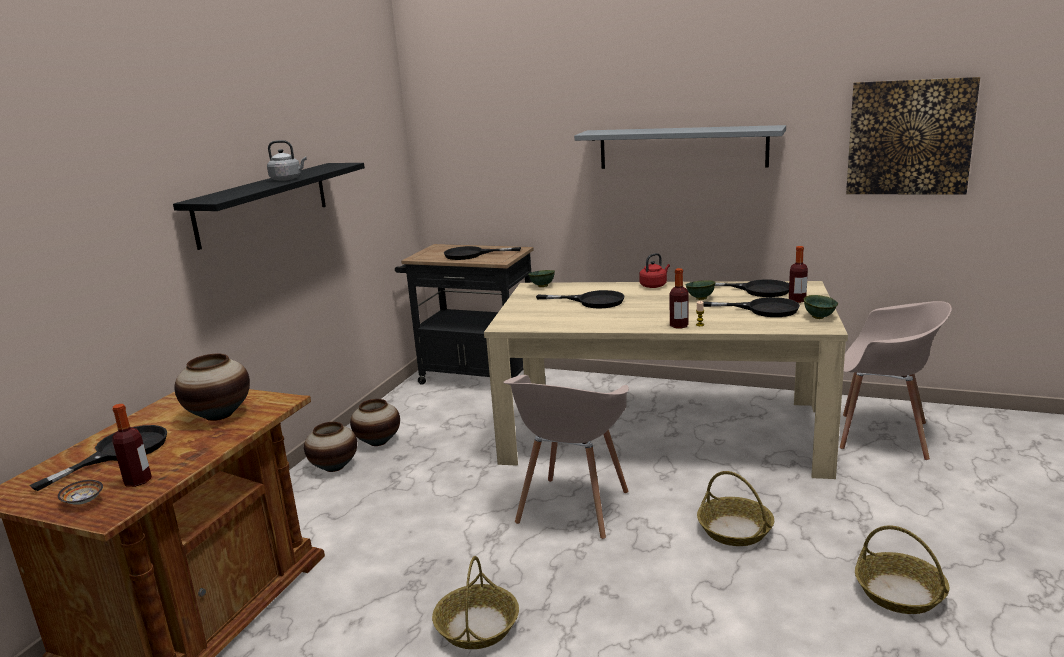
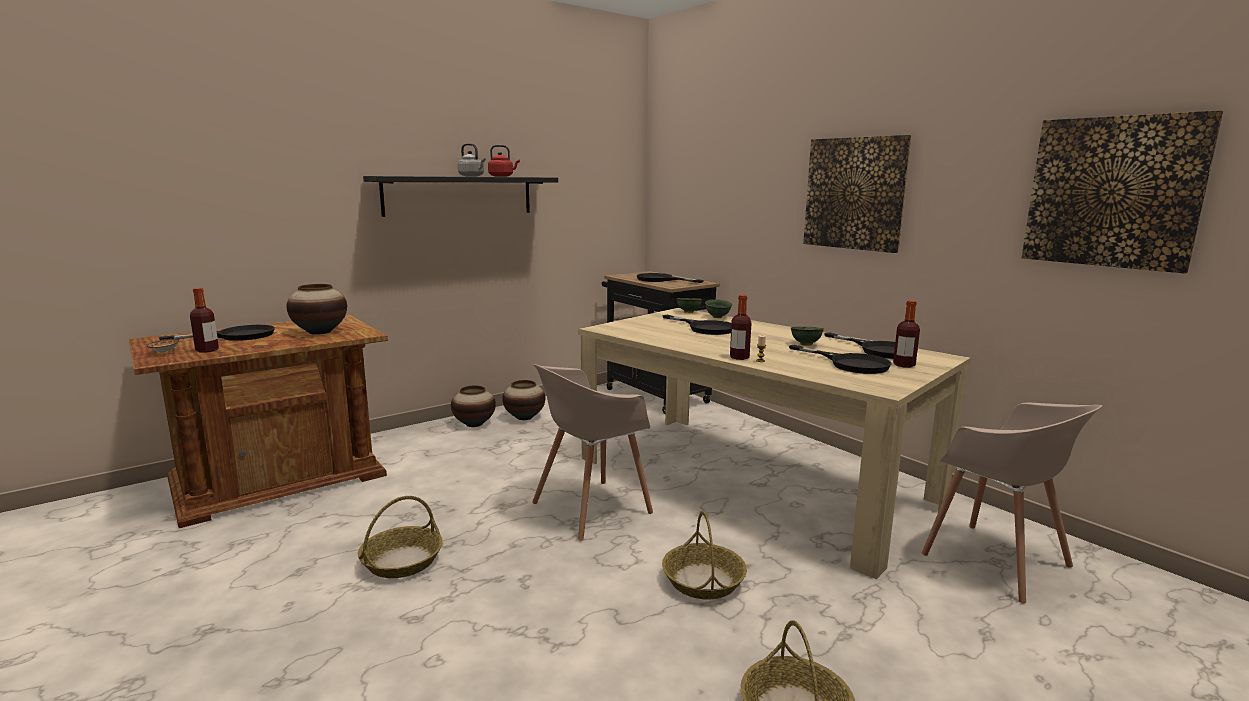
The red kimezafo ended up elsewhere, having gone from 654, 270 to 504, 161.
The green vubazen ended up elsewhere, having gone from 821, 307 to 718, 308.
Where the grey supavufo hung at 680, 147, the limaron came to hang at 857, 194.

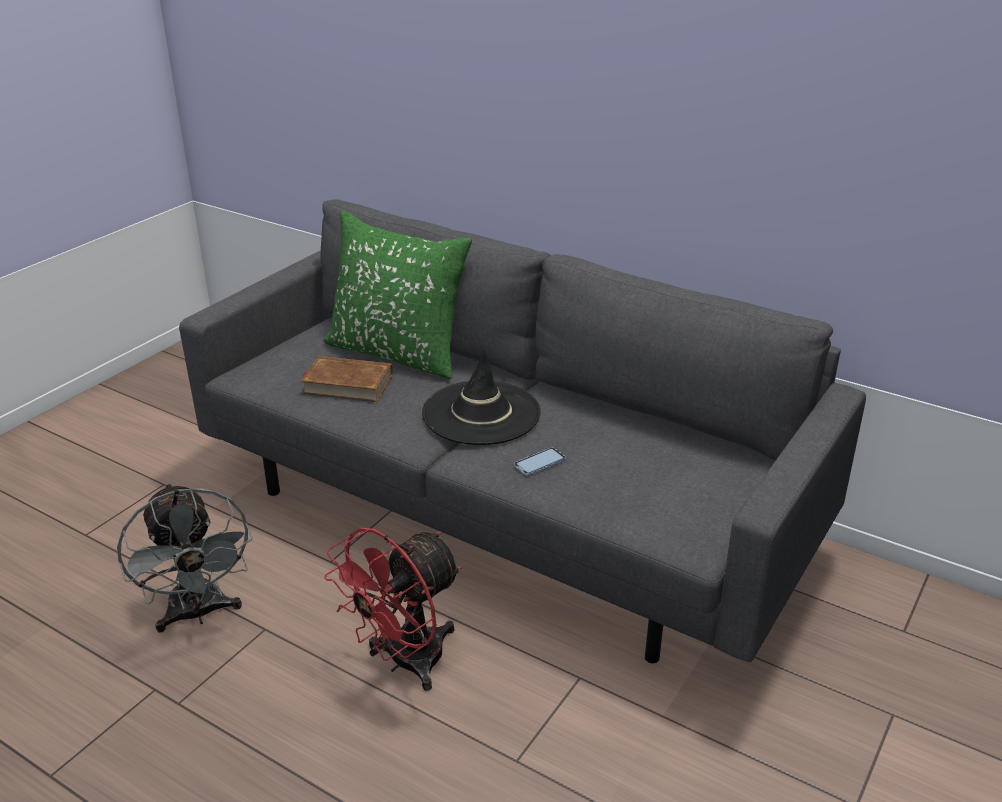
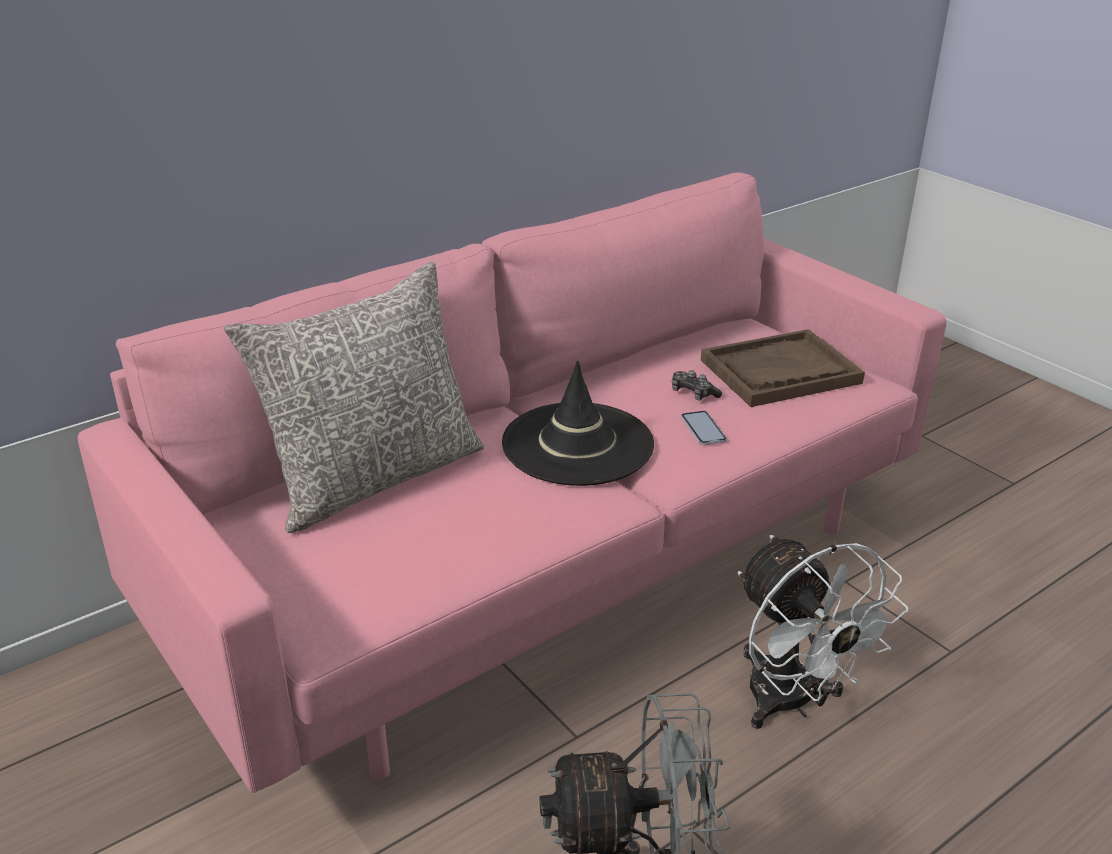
The second view lost the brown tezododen at 347, 379.
The second view gained the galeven at 697, 385.
The second view gained the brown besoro at 783, 368.
What was the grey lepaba at 522, 431 turned into the pink lepaba at 512, 482.
What was the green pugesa at 397, 294 turned into the grey pugesa at 354, 397.
What was the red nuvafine at 393, 609 turned into the white nuvafine at 823, 632.

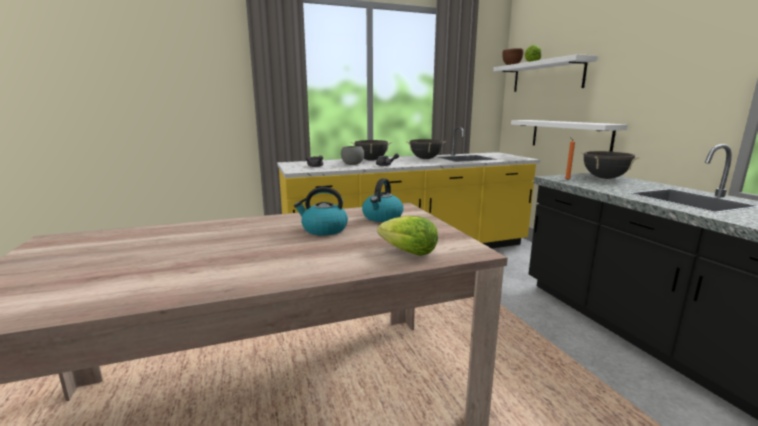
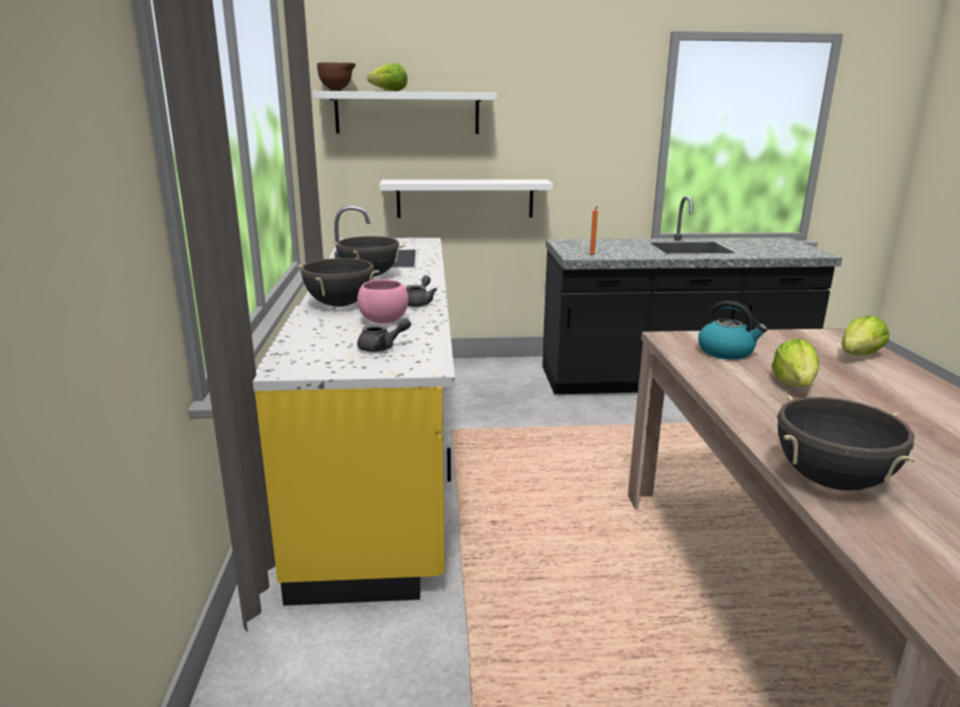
The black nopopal ended up elsewhere, having gone from 610, 165 to 846, 442.
Where the kimezafo stood at 321, 211, the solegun came to stand at 795, 362.
What was the grey vubazen at 352, 155 turned into the pink vubazen at 383, 301.

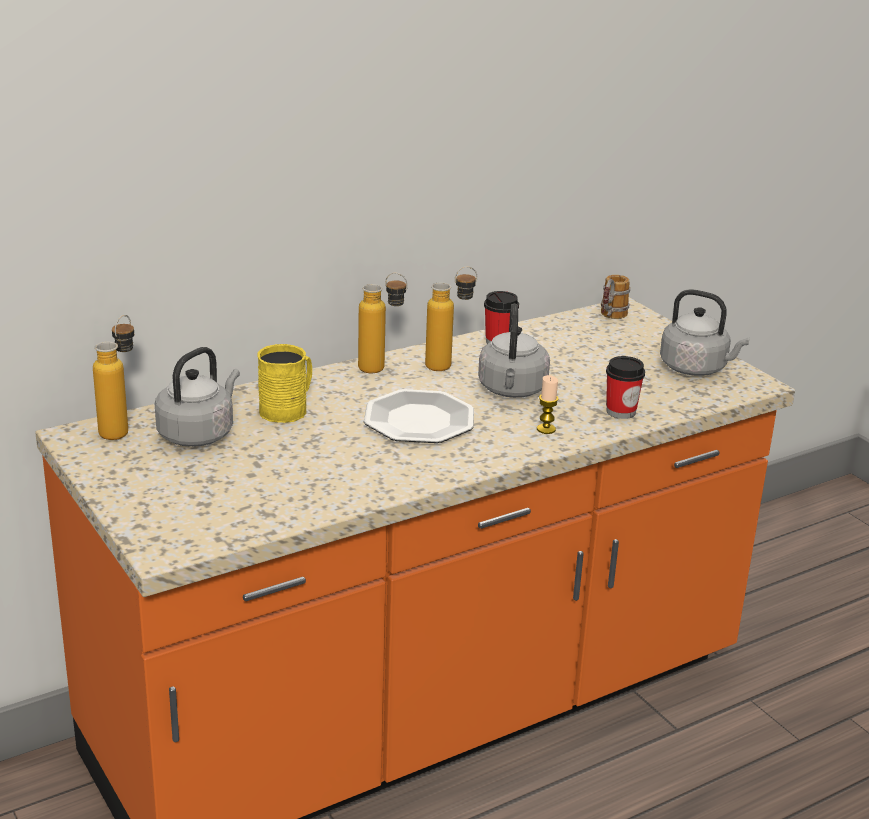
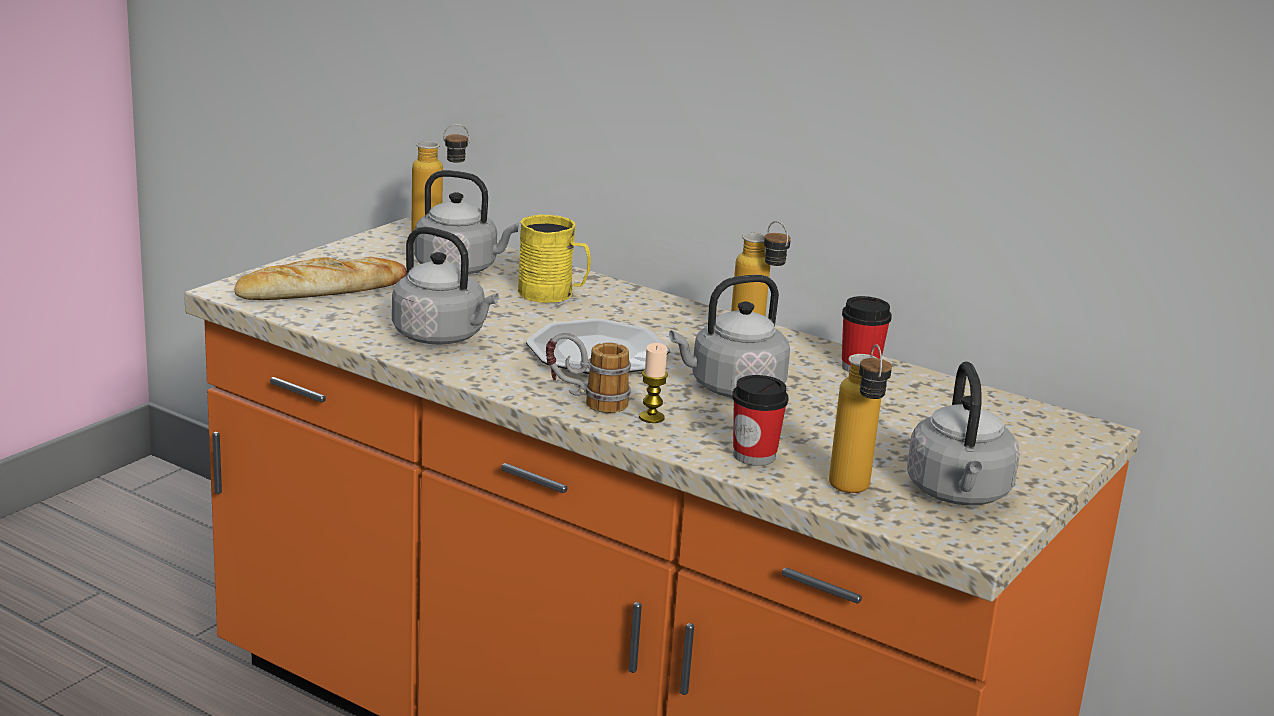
The second view gained the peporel at 320, 278.
The second view gained the grey kimezafo at 445, 286.
The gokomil ended up elsewhere, having gone from 383, 322 to 860, 418.
The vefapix ended up elsewhere, having gone from 615, 297 to 588, 373.

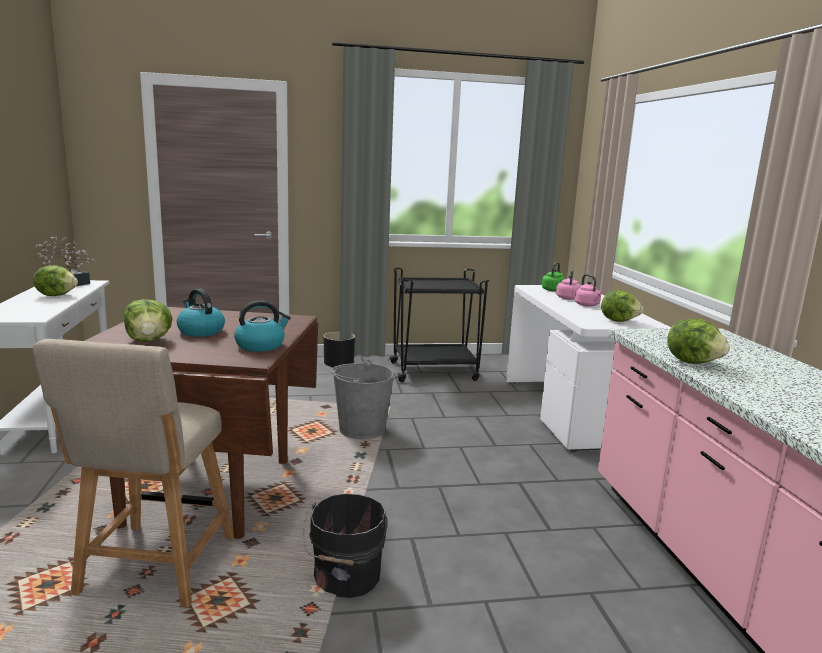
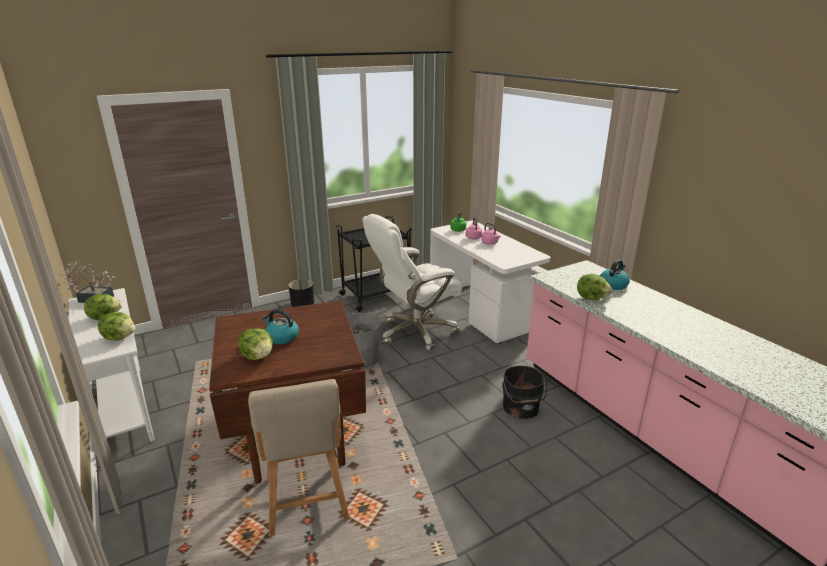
The second view gained the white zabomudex at 412, 282.
The kimezafo ended up elsewhere, having gone from 262, 326 to 615, 275.
The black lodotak ended up elsewhere, having gone from 345, 545 to 524, 392.
The solegun ended up elsewhere, having gone from 622, 306 to 116, 326.

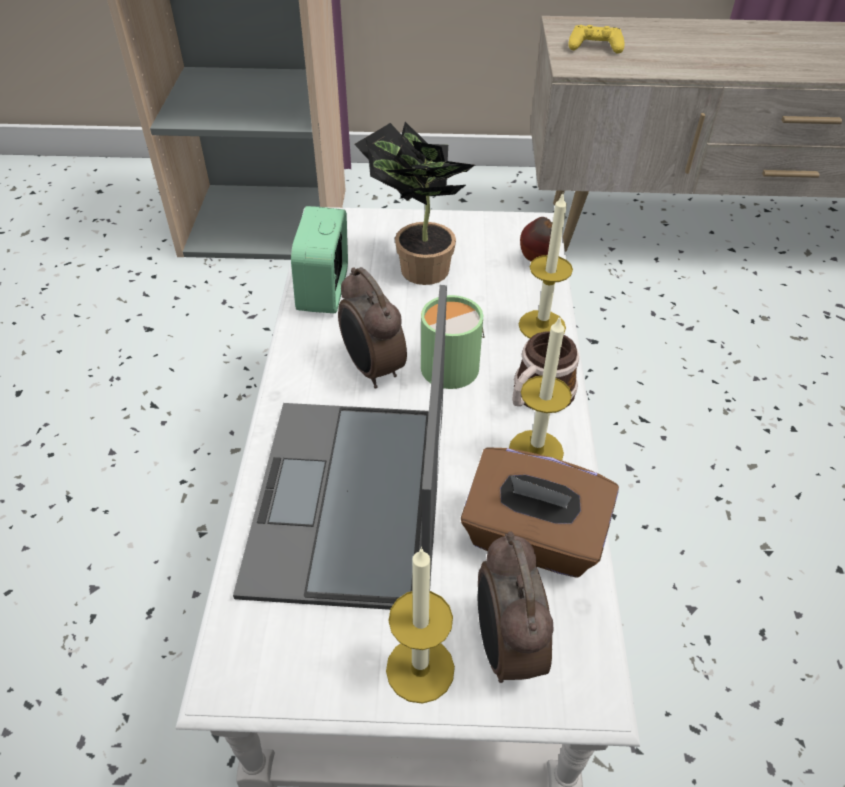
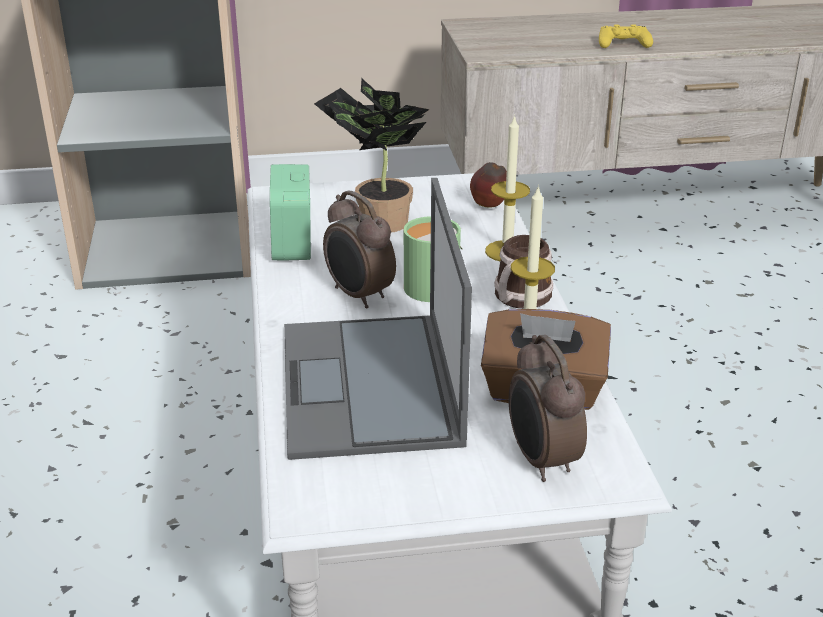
The second view lost the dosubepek at 420, 625.
The yellow galeven ended up elsewhere, having gone from 596, 39 to 626, 36.

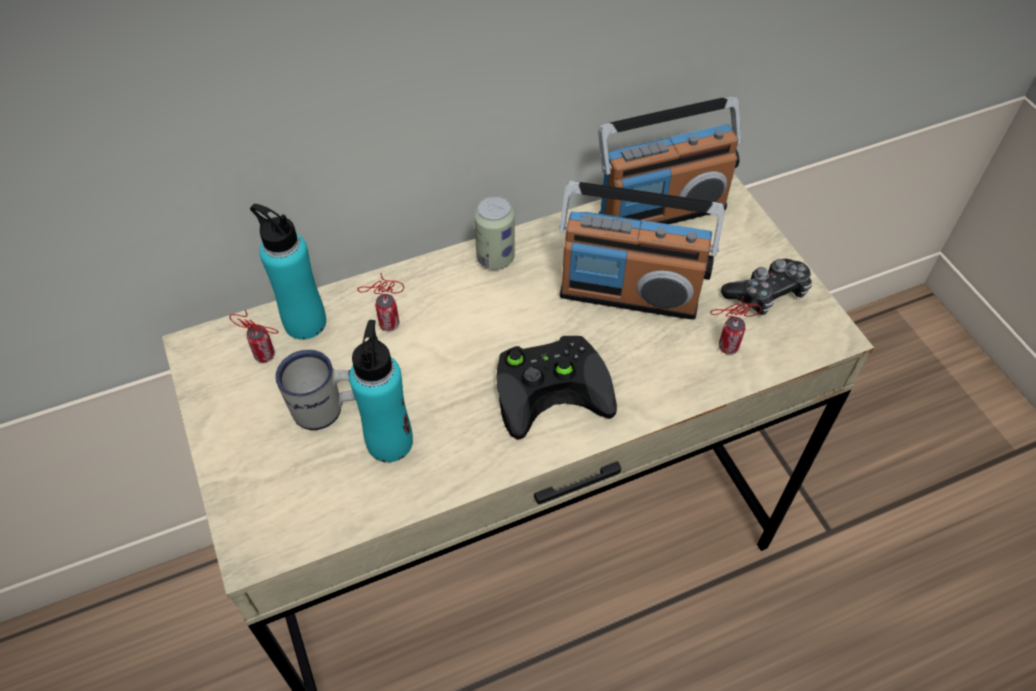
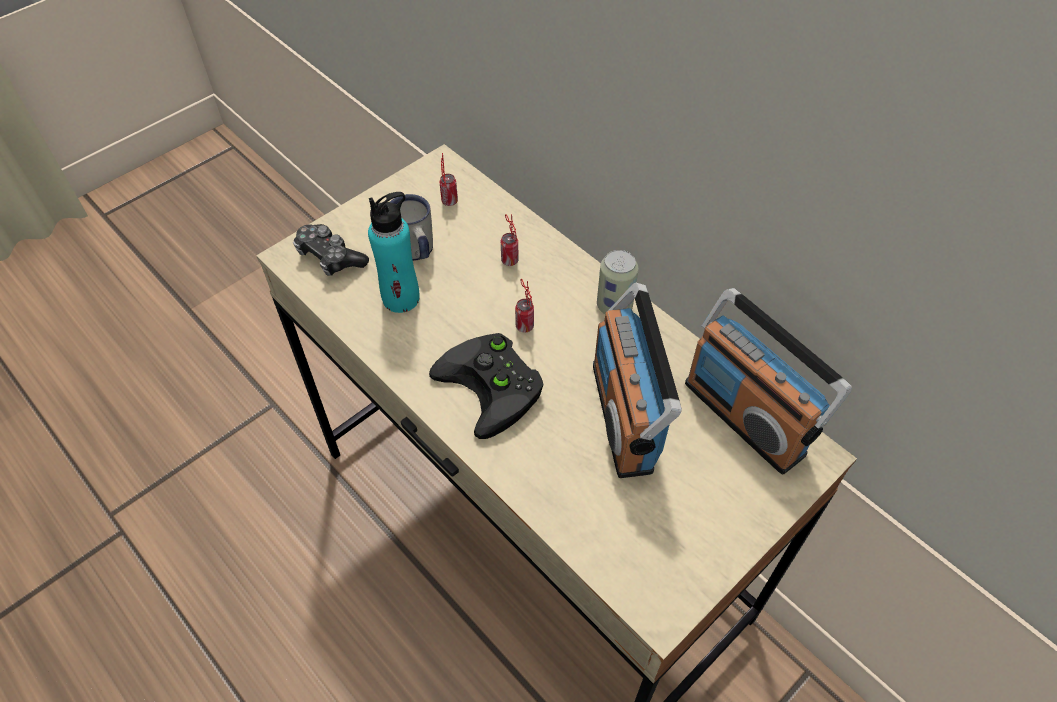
The second view lost the turquoise gokomil at 288, 272.
The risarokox ended up elsewhere, having gone from 735, 325 to 524, 306.
The galeven ended up elsewhere, having gone from 766, 287 to 331, 250.

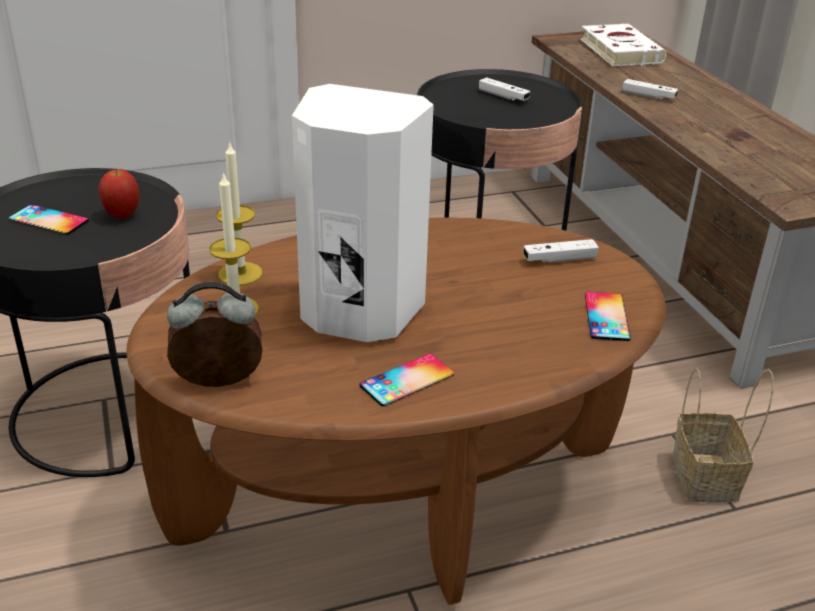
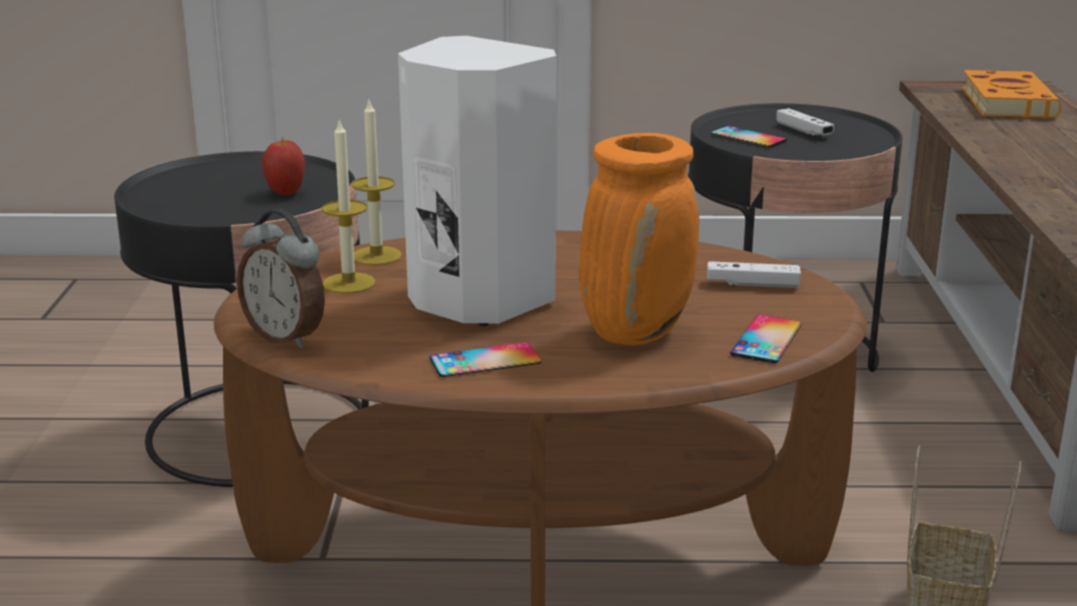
The second view lost the white galeven at 650, 89.
The second view gained the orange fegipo at 639, 239.
The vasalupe ended up elsewhere, having gone from 49, 219 to 749, 137.
What was the white tezododen at 623, 45 turned into the orange tezododen at 1011, 94.
The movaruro at 214, 334 ended up facing another way, 150 degrees counterclockwise from before.

